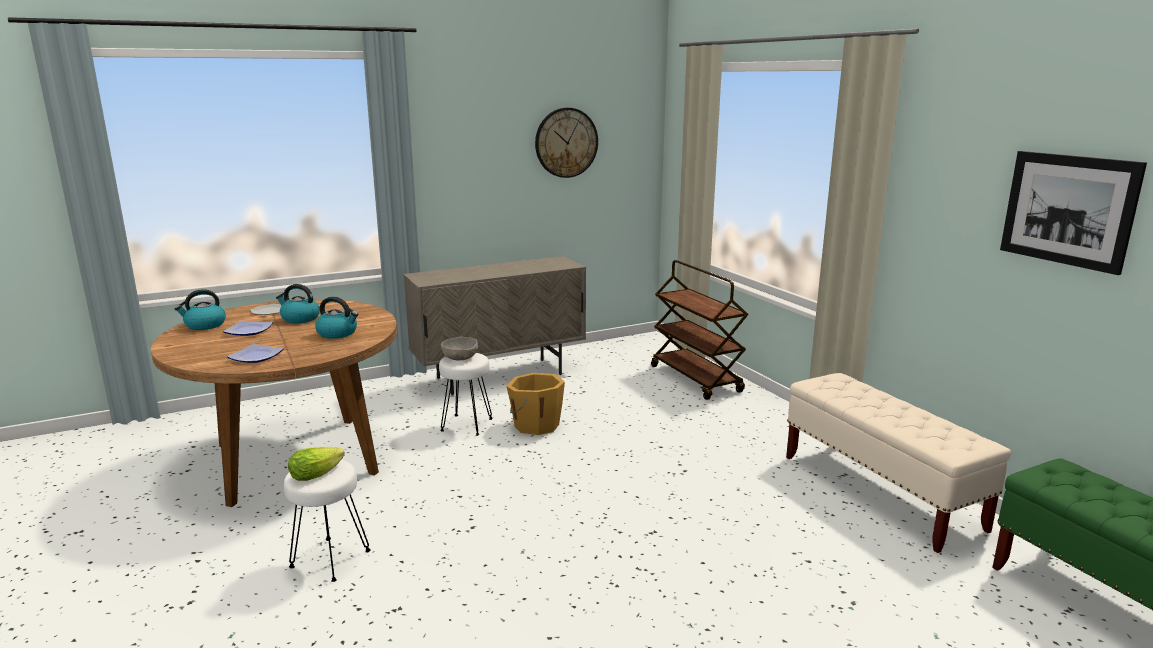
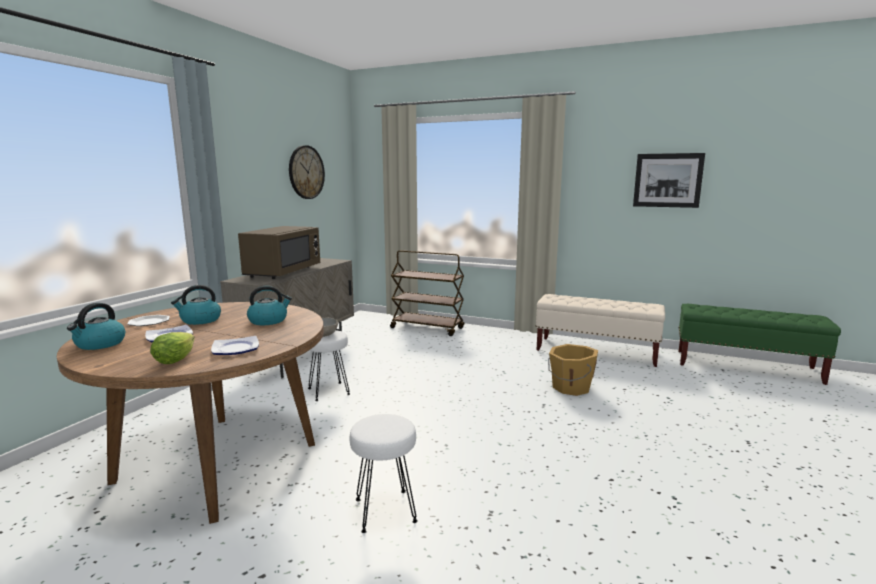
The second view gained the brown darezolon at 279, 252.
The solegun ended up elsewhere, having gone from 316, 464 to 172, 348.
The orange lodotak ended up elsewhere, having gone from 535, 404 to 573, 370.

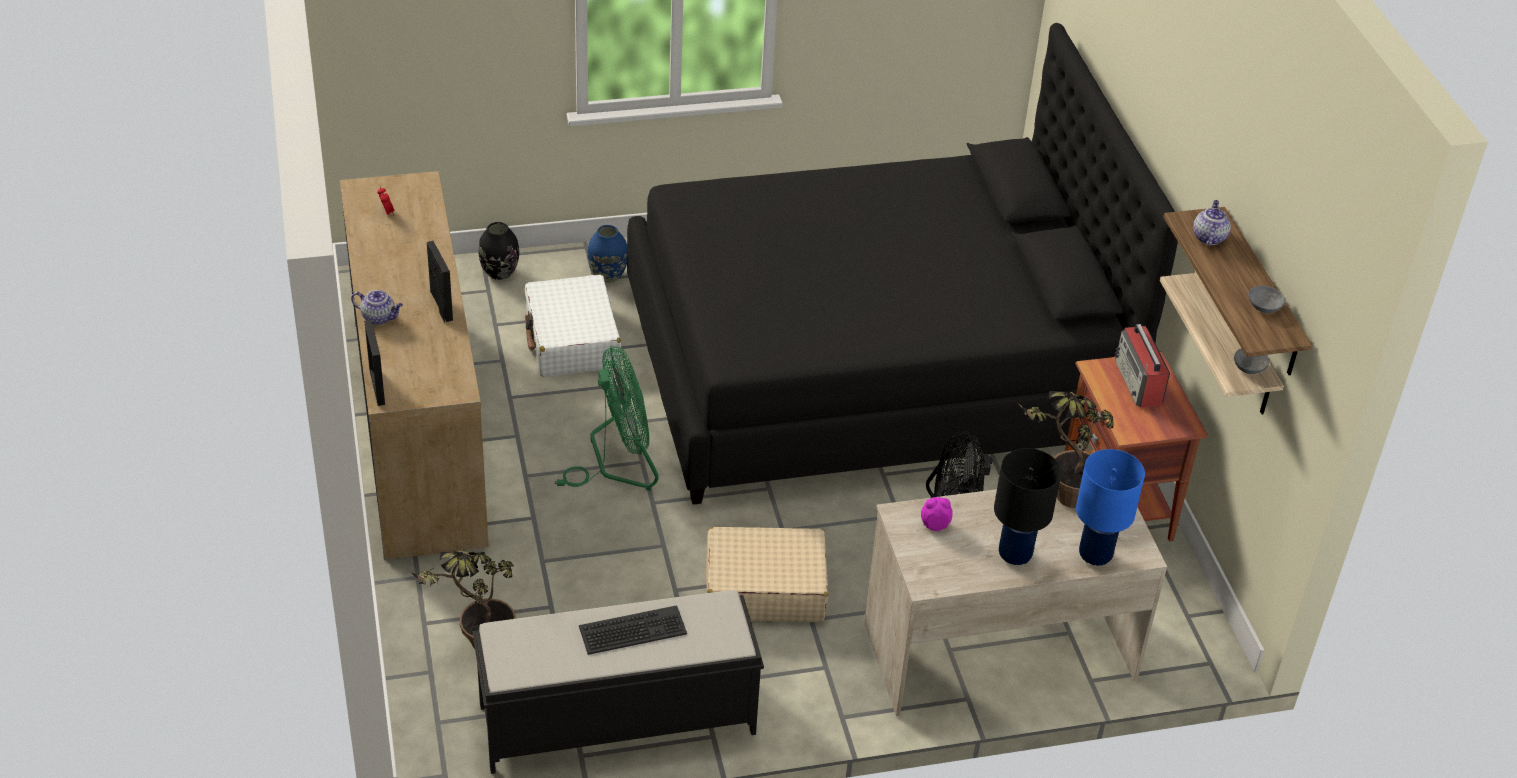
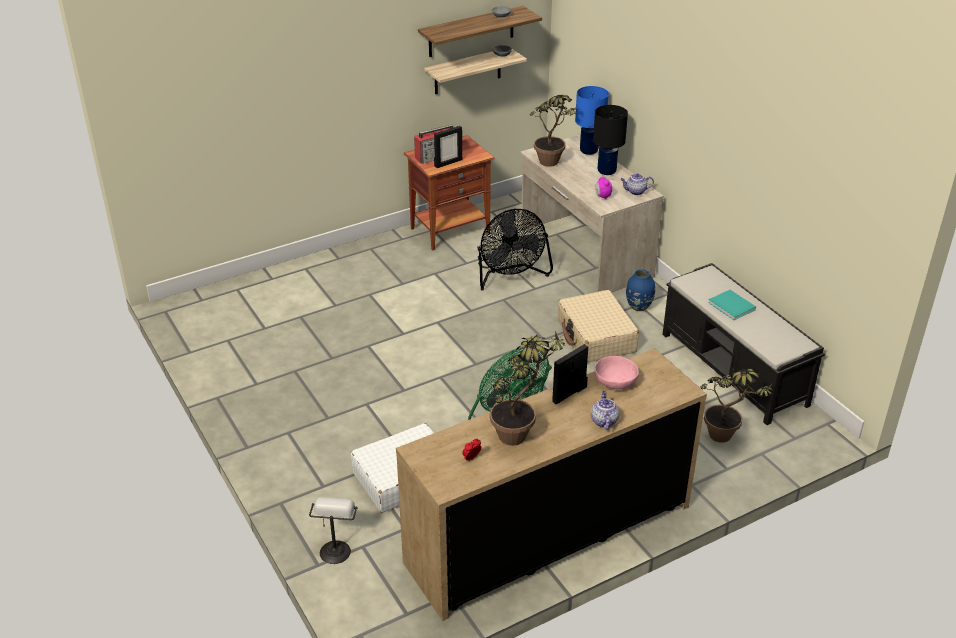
The second view lost the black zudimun at 902, 264.
The second view gained the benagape at 530, 388.
The second view gained the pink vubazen at 616, 372.
The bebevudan ended up elsewhere, having gone from 374, 363 to 448, 147.
The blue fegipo ended up elsewhere, having gone from 607, 254 to 640, 290.
The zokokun ended up elsewhere, having gone from 1212, 223 to 637, 184.
Where the black fegipo stood at 498, 251, the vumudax came to stand at 333, 530.
Where the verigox stood at 633, 630, the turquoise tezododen came to stand at 732, 305.

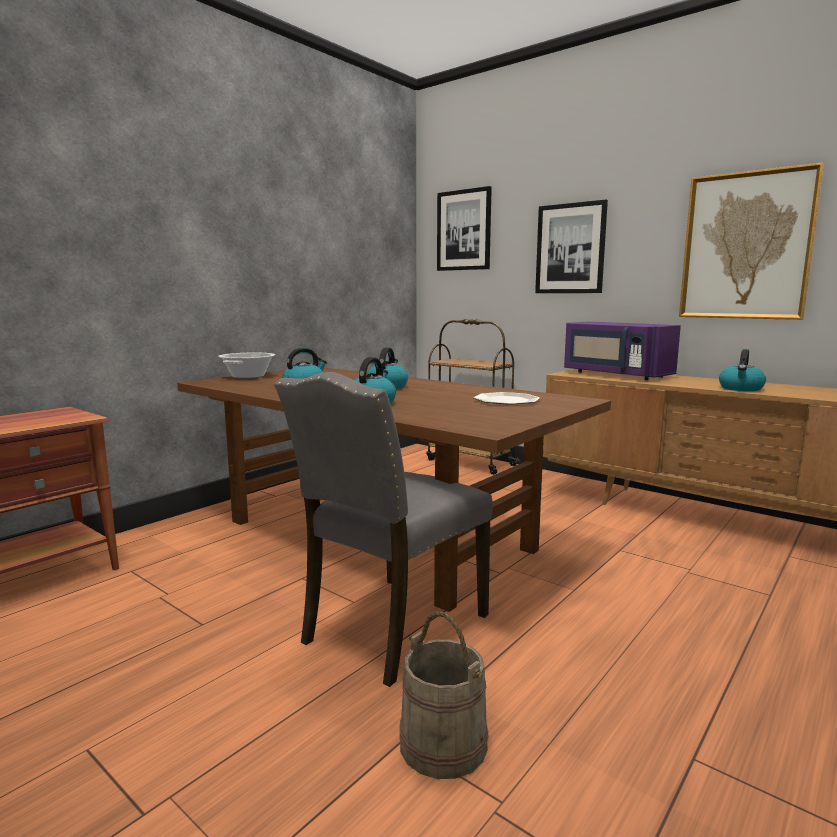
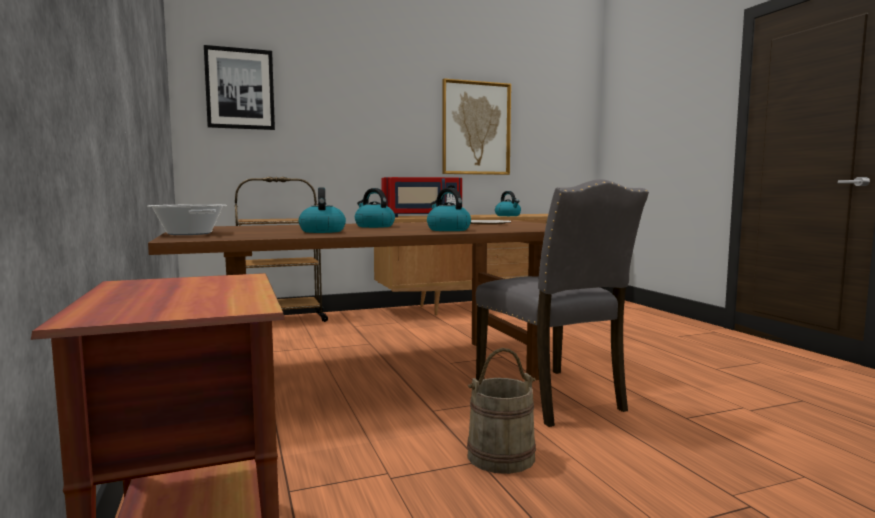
The second view lost the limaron at 571, 246.
The beige lodotak ended up elsewhere, having gone from 444, 695 to 501, 411.
What was the purple darezolon at 622, 351 turned into the red darezolon at 421, 197.

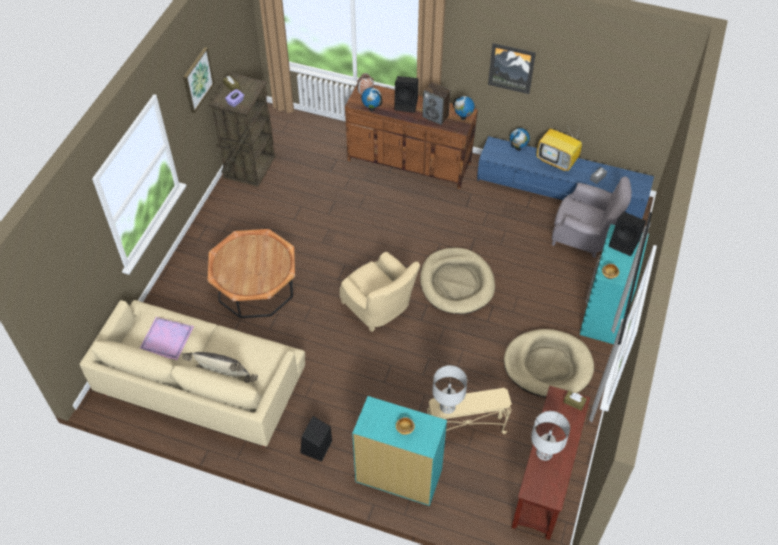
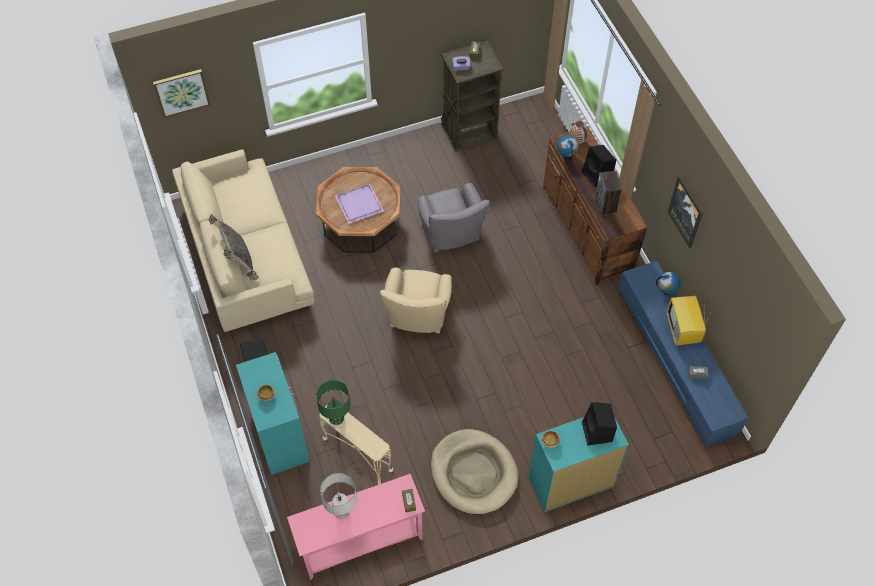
The second view lost the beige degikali at 457, 281.
The second view lost the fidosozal at 464, 108.
The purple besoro ended up elsewhere, having gone from 167, 339 to 359, 204.
The limaron ended up elsewhere, having gone from 199, 80 to 181, 93.
The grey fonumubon ended up elsewhere, having gone from 592, 217 to 453, 218.
What was the white vumudax at 449, 389 turned into the green vumudax at 333, 402.
What was the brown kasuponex at 550, 463 turned into the pink kasuponex at 356, 527.

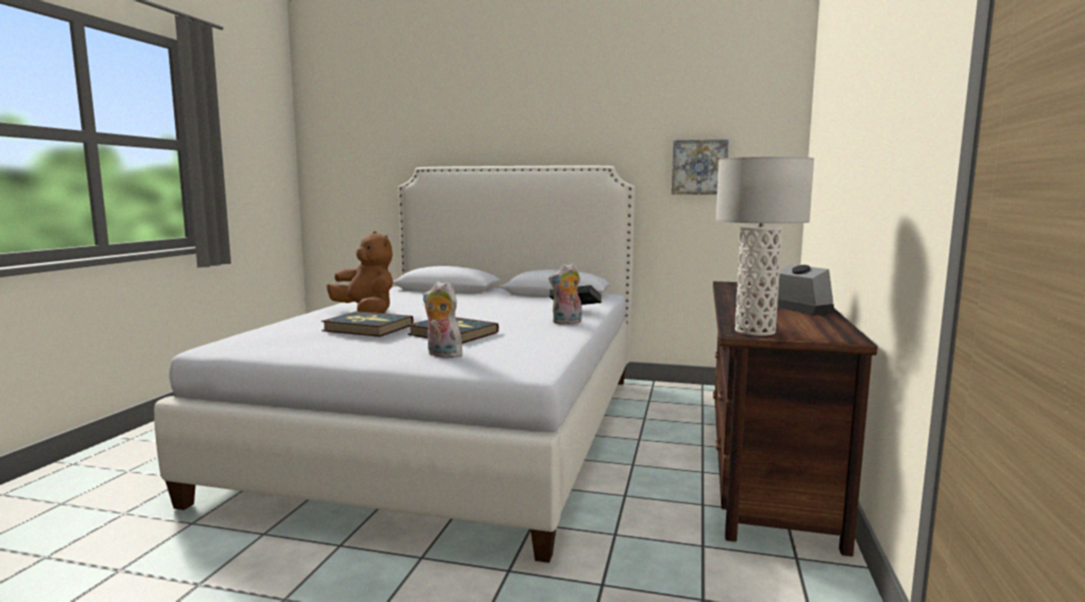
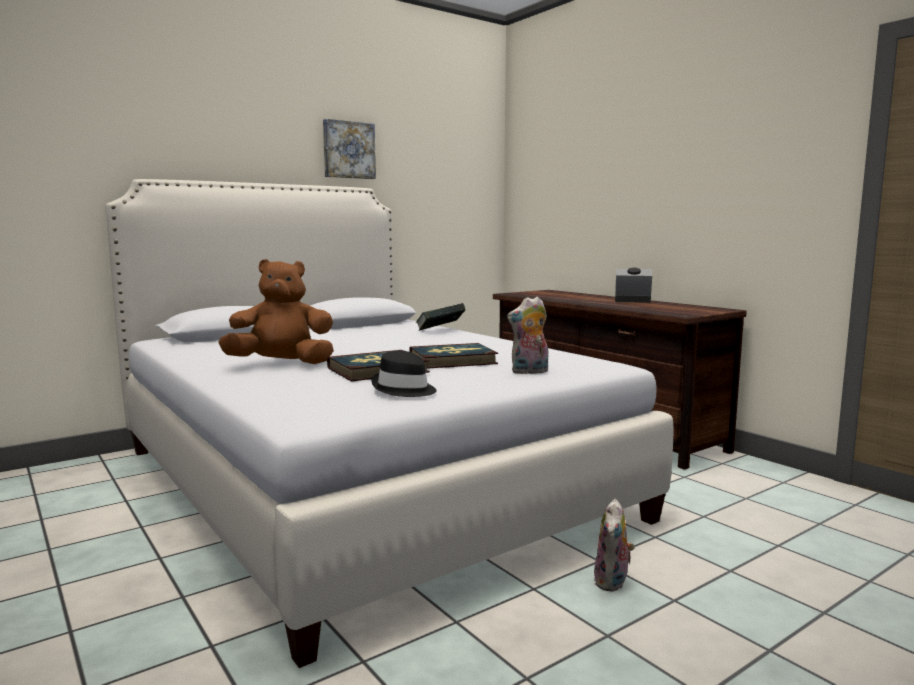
The second view lost the white vumudax at 765, 246.
The second view gained the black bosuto at 404, 374.
The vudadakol ended up elsewhere, having gone from 565, 293 to 614, 545.
The limaron ended up elsewhere, having gone from 700, 167 to 349, 149.

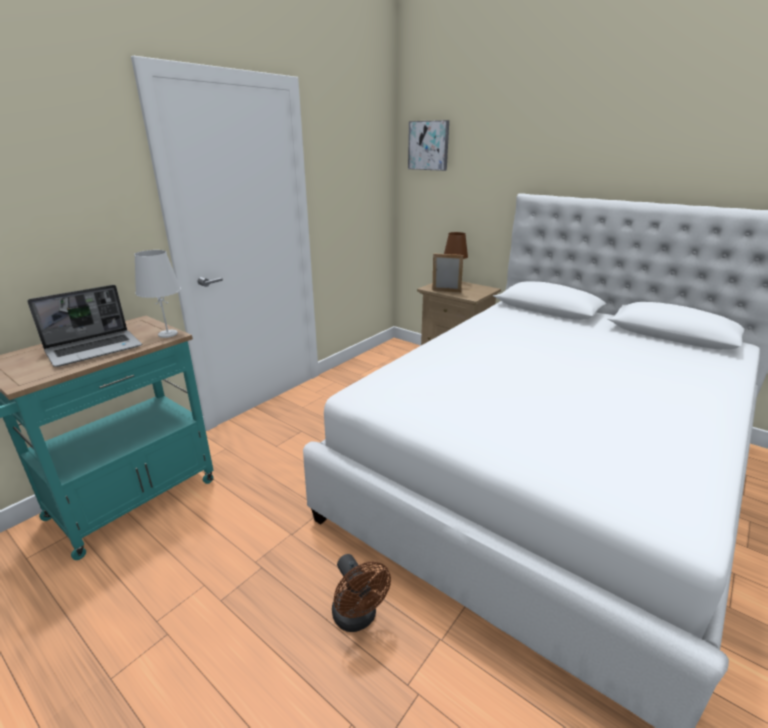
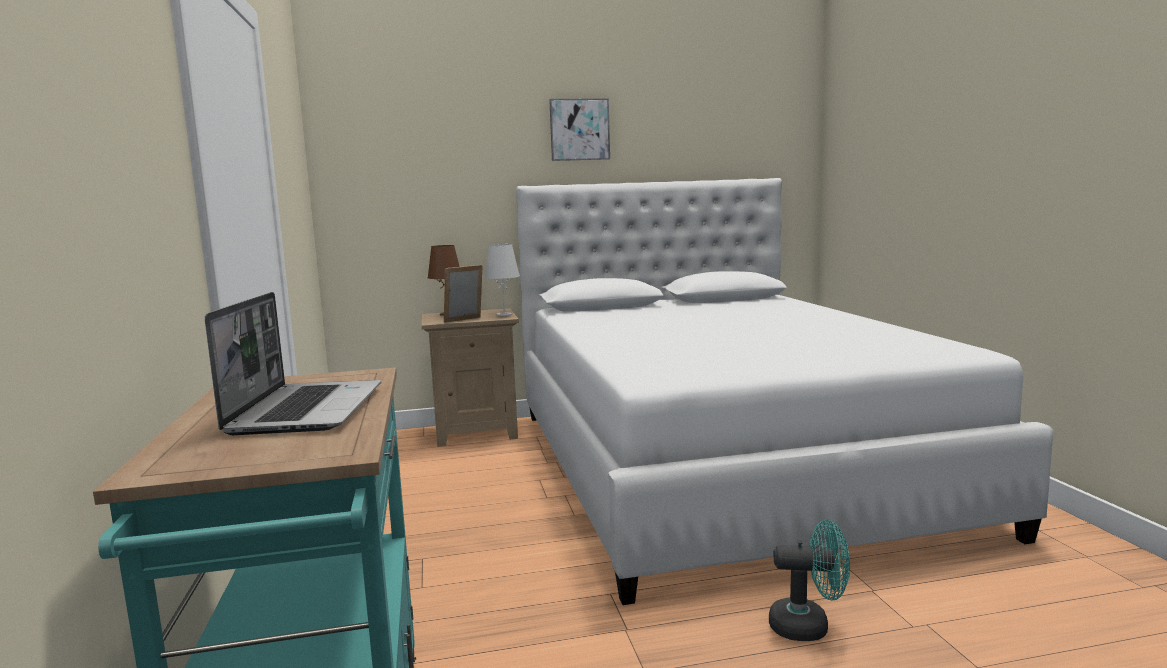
The white vumudax ended up elsewhere, having gone from 157, 294 to 502, 280.
The limaron ended up elsewhere, having gone from 428, 145 to 579, 129.
What was the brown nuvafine at 361, 593 turned into the turquoise nuvafine at 809, 580.

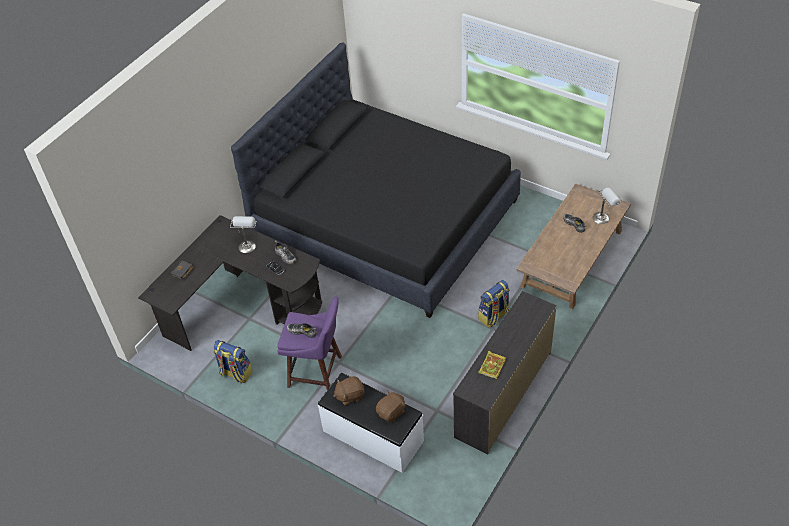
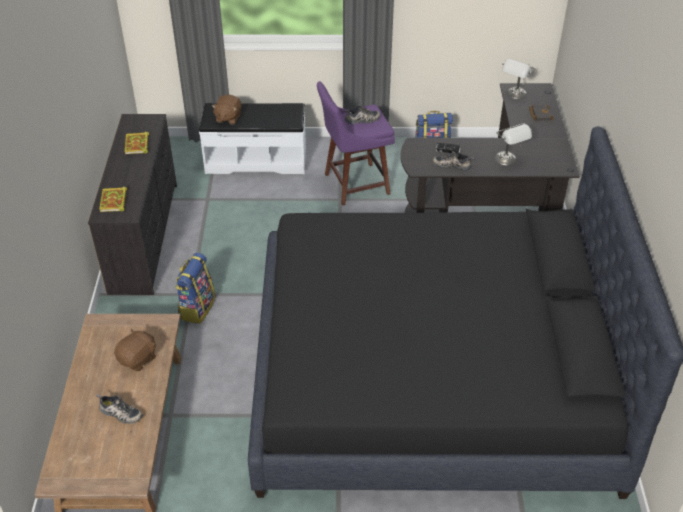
The second view gained the tezododen at 113, 199.
The brown vudadakol ended up elsewhere, having gone from 349, 391 to 135, 349.
The white vumudax ended up elsewhere, having gone from 607, 206 to 518, 79.

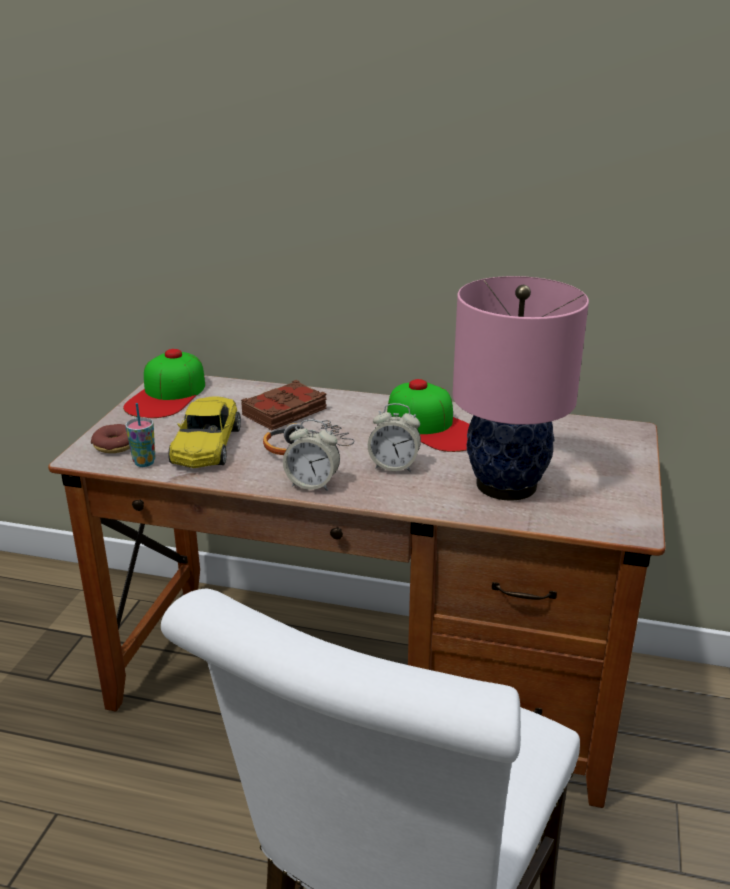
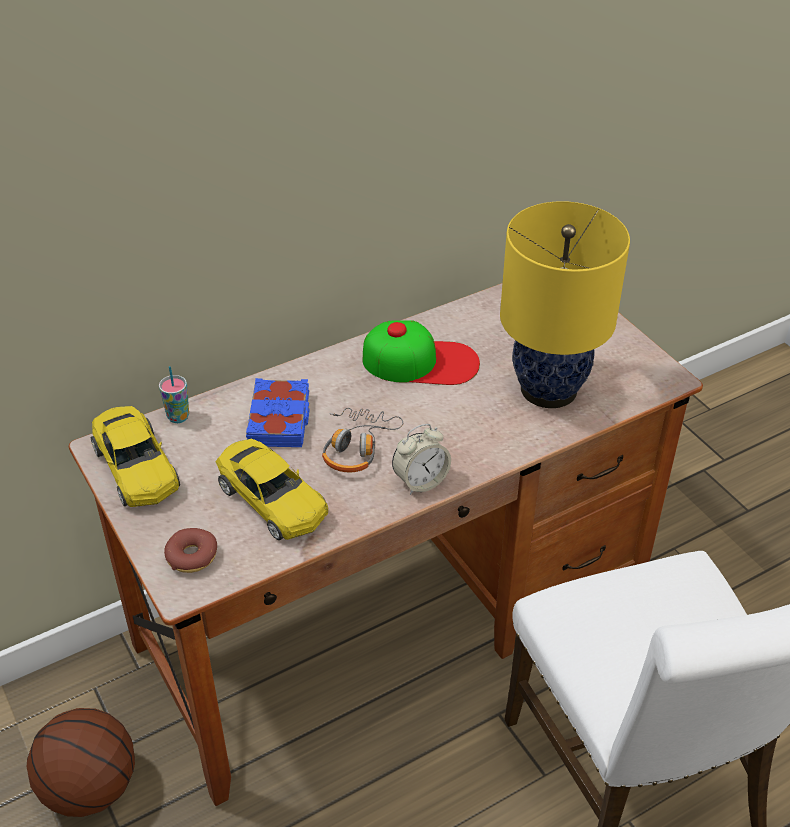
The second view lost the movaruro at 394, 437.
The second view gained the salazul at 81, 762.
The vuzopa ended up elsewhere, having gone from 140, 435 to 174, 394.
Where the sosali stood at 164, 383, the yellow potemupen came to stand at 135, 456.
What was the brown tezododen at 284, 405 turned into the blue tezododen at 278, 412.
What was the pink vumudax at 521, 388 turned into the yellow vumudax at 565, 304.

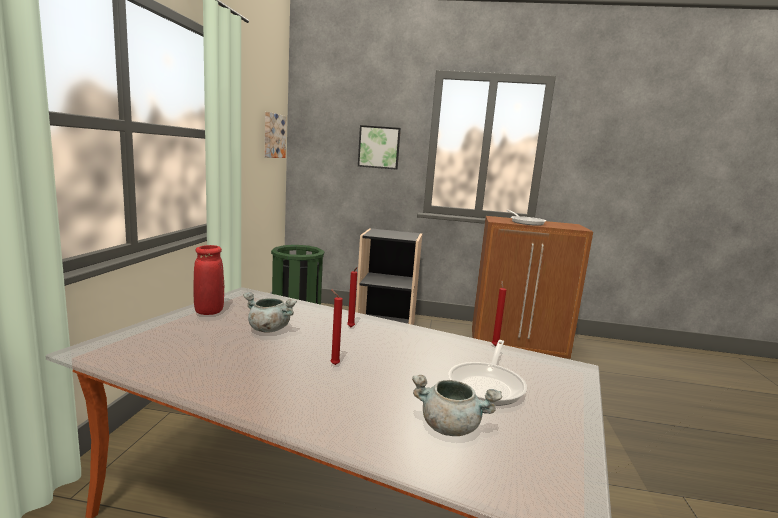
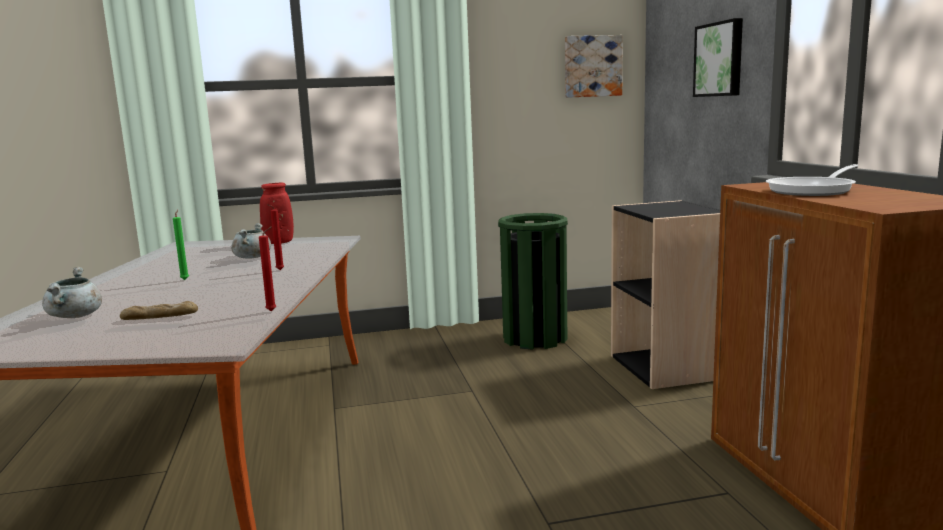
Where the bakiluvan stood at 487, 373, the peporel came to stand at 159, 310.
What was the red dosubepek at 337, 327 turned into the green dosubepek at 181, 245.

